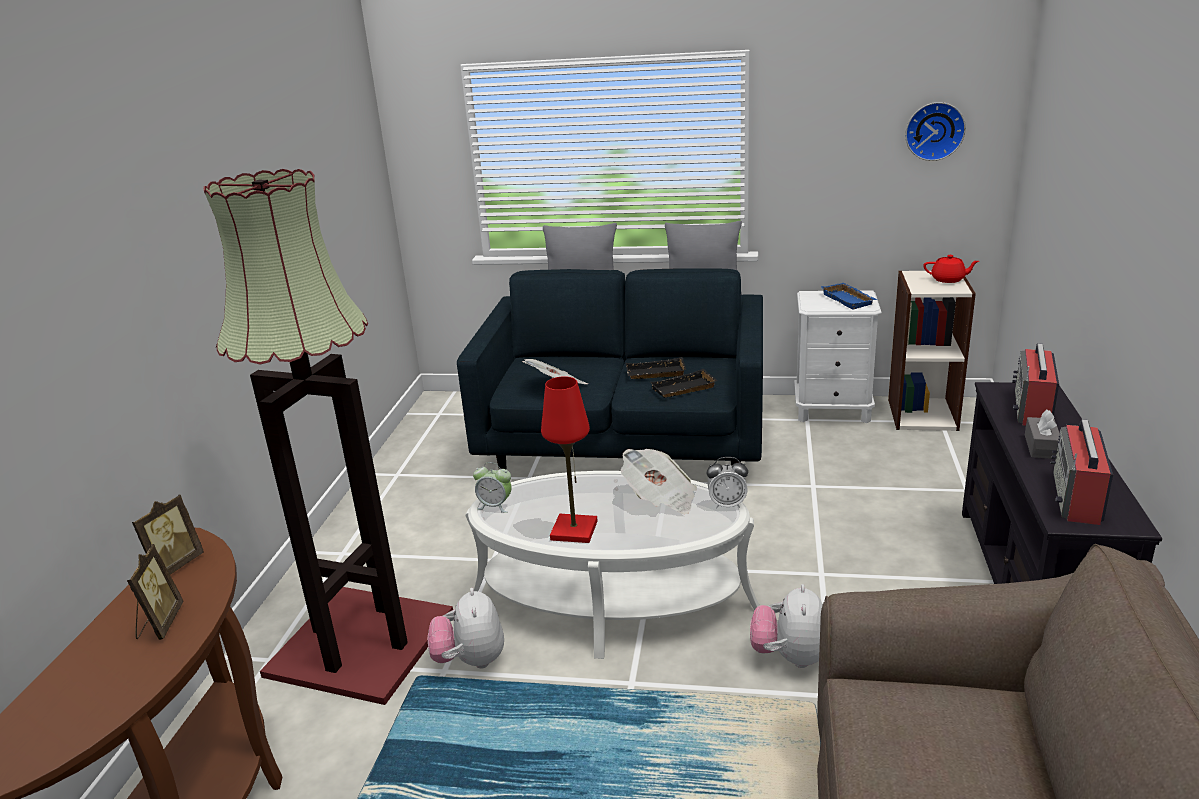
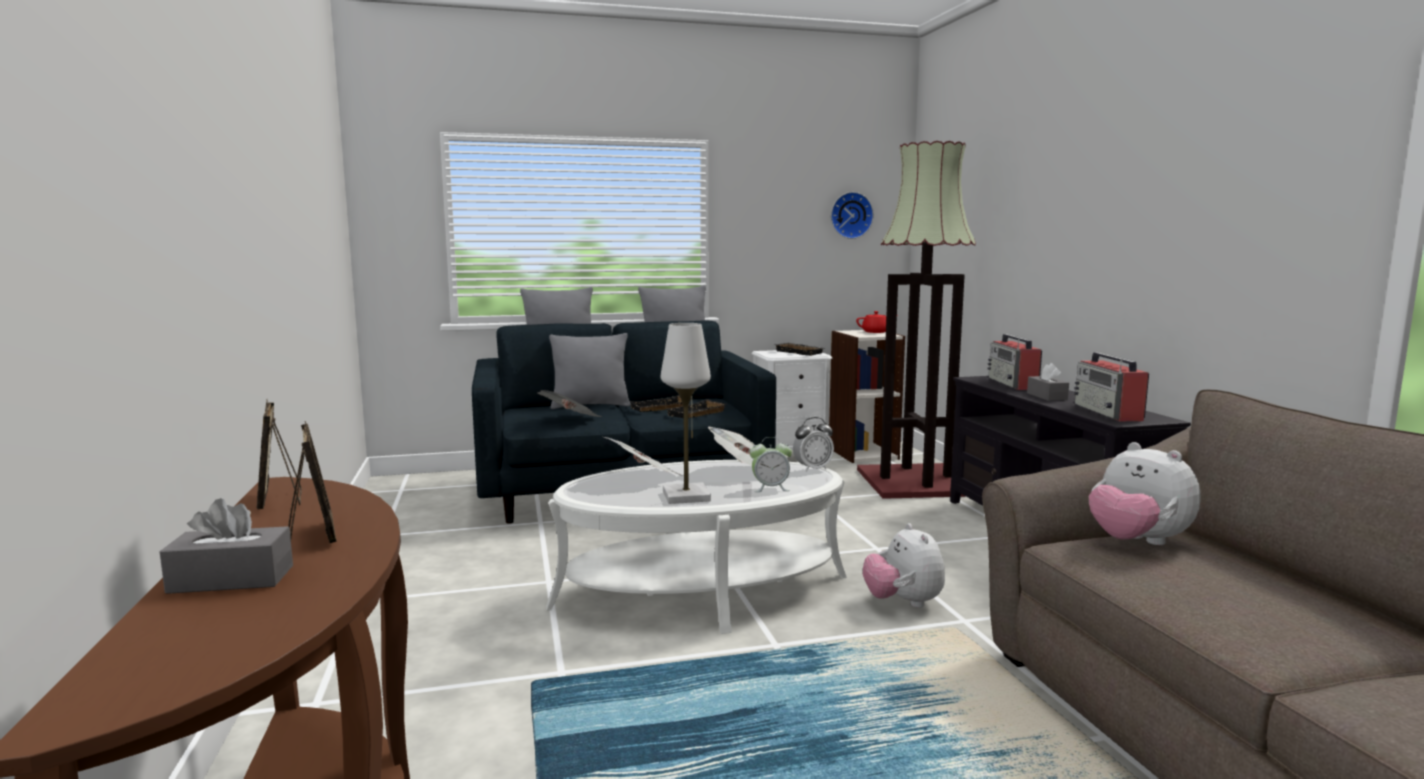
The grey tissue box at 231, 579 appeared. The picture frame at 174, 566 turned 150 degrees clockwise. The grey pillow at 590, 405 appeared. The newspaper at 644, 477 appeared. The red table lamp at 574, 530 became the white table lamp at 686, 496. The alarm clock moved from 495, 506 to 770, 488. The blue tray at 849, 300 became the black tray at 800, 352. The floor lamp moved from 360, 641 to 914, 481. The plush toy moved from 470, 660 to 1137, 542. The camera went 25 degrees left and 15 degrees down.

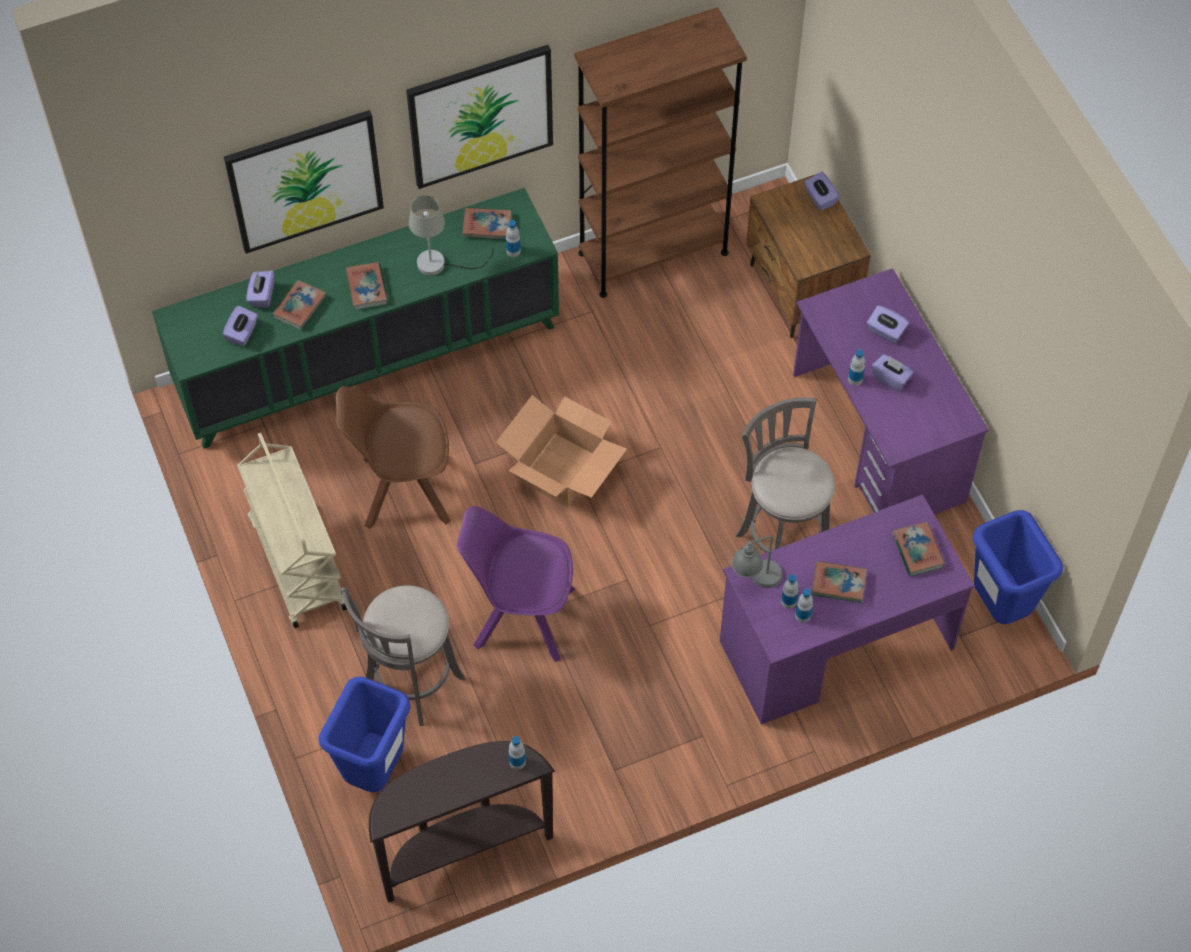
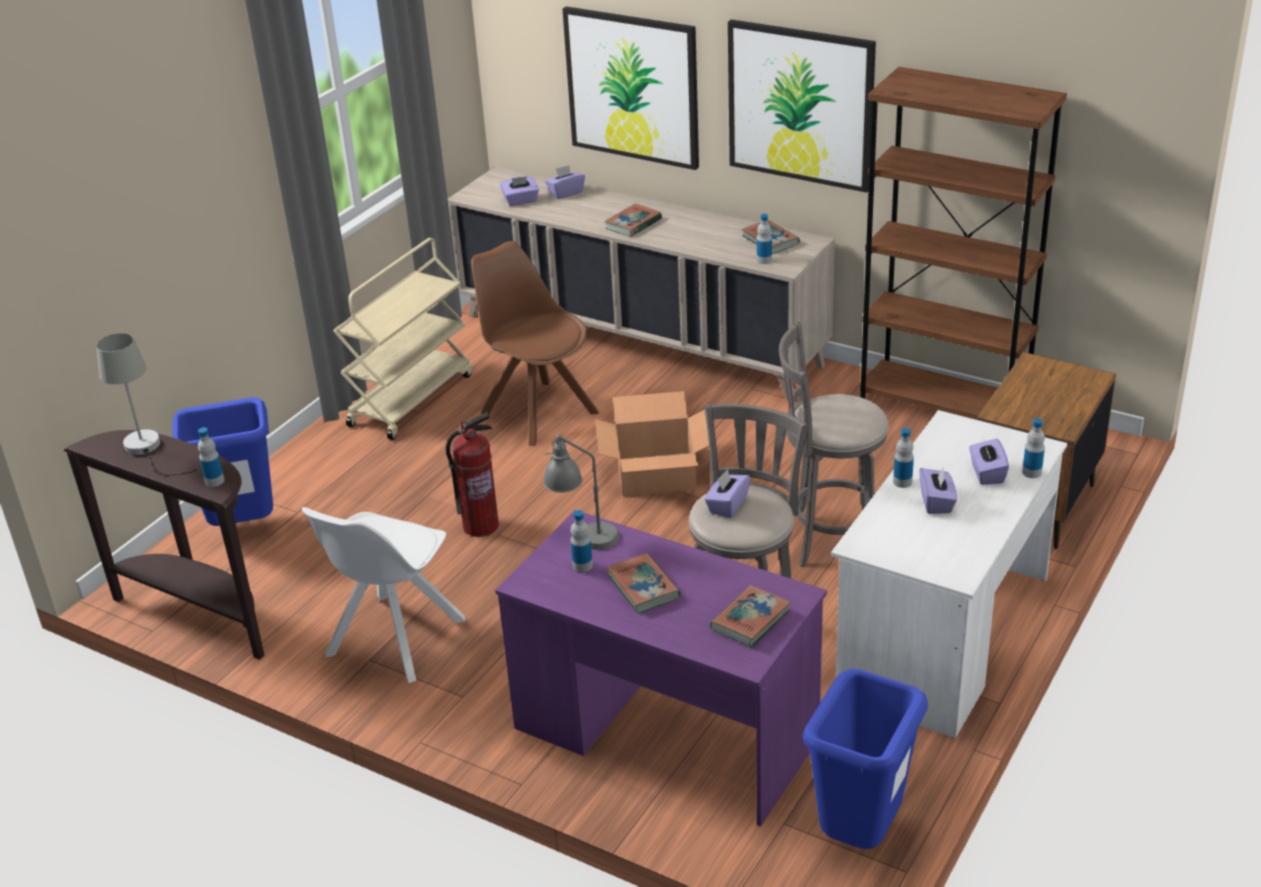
The grey table lamp moved from 440, 264 to 147, 450. The white chair at 393, 640 appeared. The purple chair at 521, 616 was replaced by the fire extinguisher at 481, 526. The green cabinet at 368, 359 became the beige cabinet at 640, 339. The purple tissue box moved from 819, 198 to 727, 505. The grey stool moved from 410, 684 to 829, 538. The purple desk at 878, 438 became the white desk at 943, 636. The bottle moved from 803, 616 to 1031, 472. The book at 299, 307 disappeared. The camera went 55 degrees right and 25 degrees down.

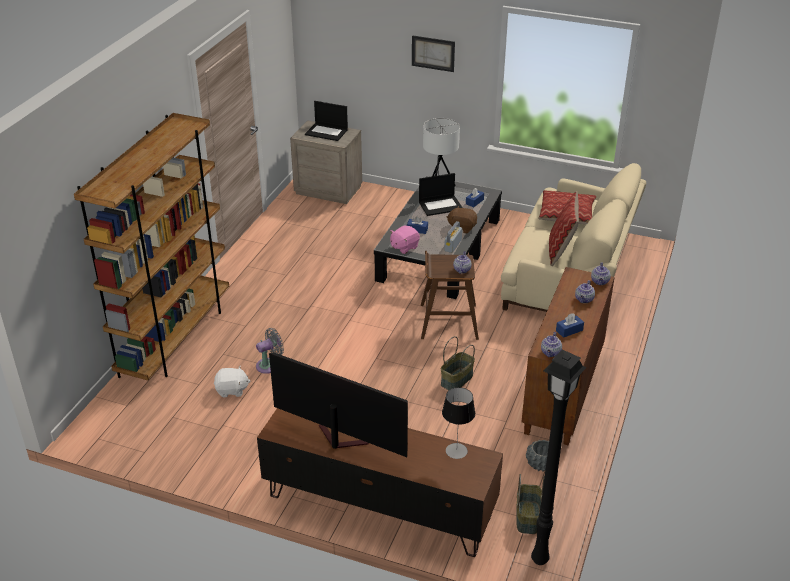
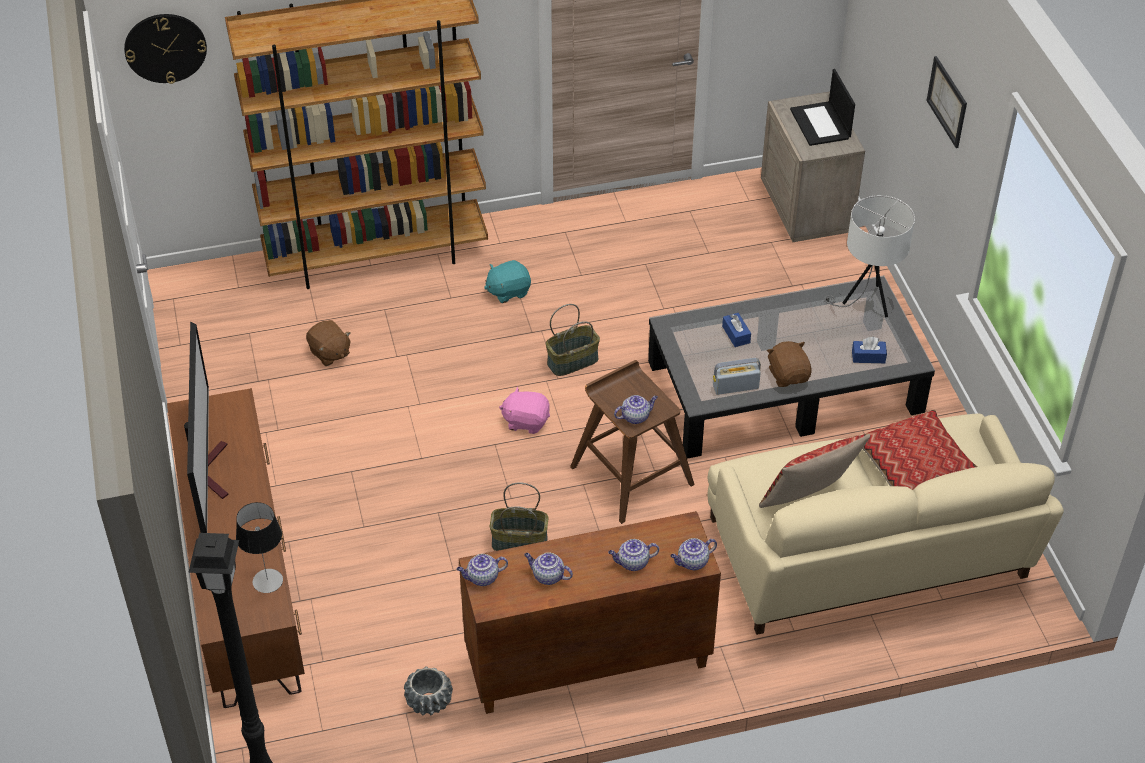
The wall clock at 165, 47 appeared. The white plush toy at 232, 390 became the brown plush toy at 329, 353. The turquoise plush toy at 508, 291 appeared. The pink plush toy moved from 404, 247 to 526, 421. The blue tissue box at 569, 330 was replaced by the teapot at 547, 576. The basket moved from 527, 517 to 572, 361. The grey fan at 269, 365 disappeared. The laptop at 441, 205 disappeared. The camera went 55 degrees right and 10 degrees up.

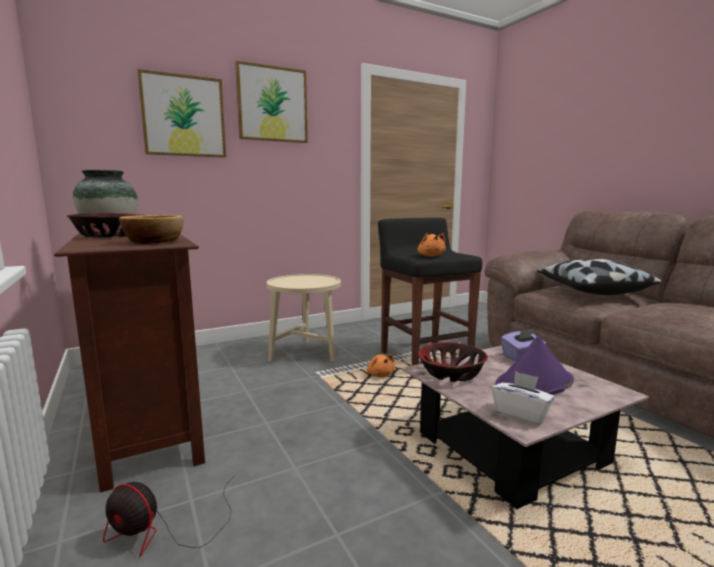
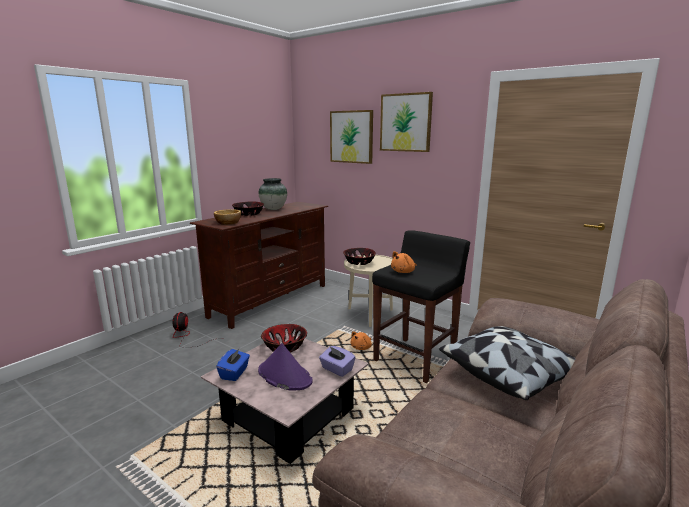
The white tissue box at 521, 414 became the blue tissue box at 234, 373. The bowl at 359, 262 appeared. The camera went 65 degrees right and 5 degrees up.

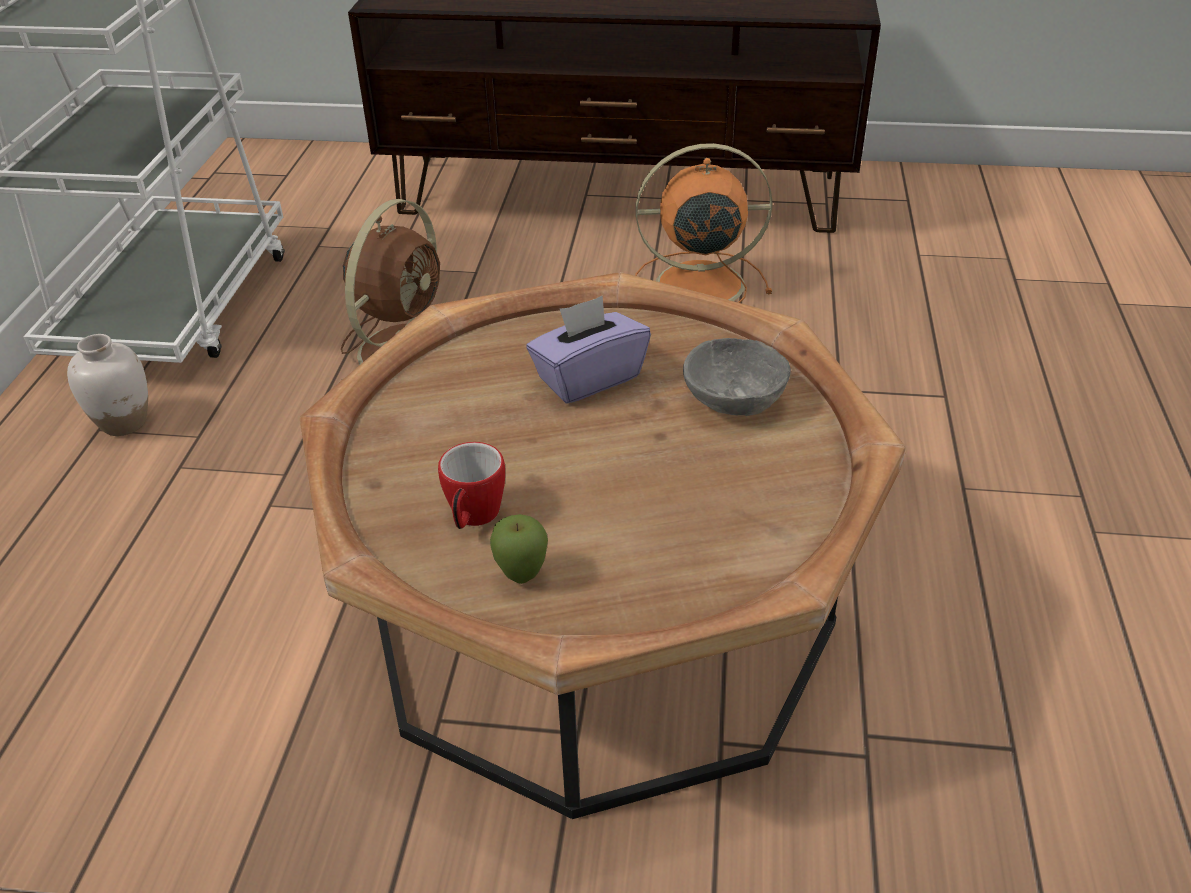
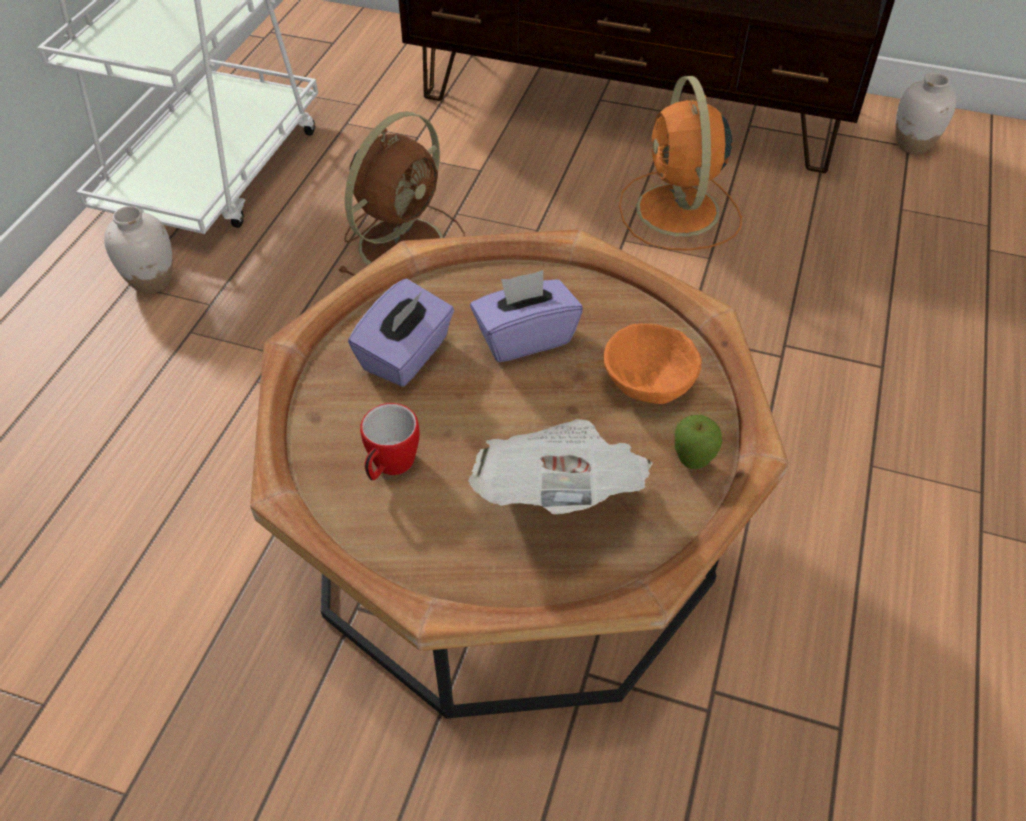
The purple tissue box at 406, 355 appeared. The newspaper at 558, 491 appeared. The grey bowl at 734, 401 became the orange bowl at 648, 383. The orange fan at 695, 285 turned 105 degrees counterclockwise. The apple moved from 522, 576 to 692, 462. The white vase at 913, 145 appeared. The camera went 10 degrees right and 10 degrees up.

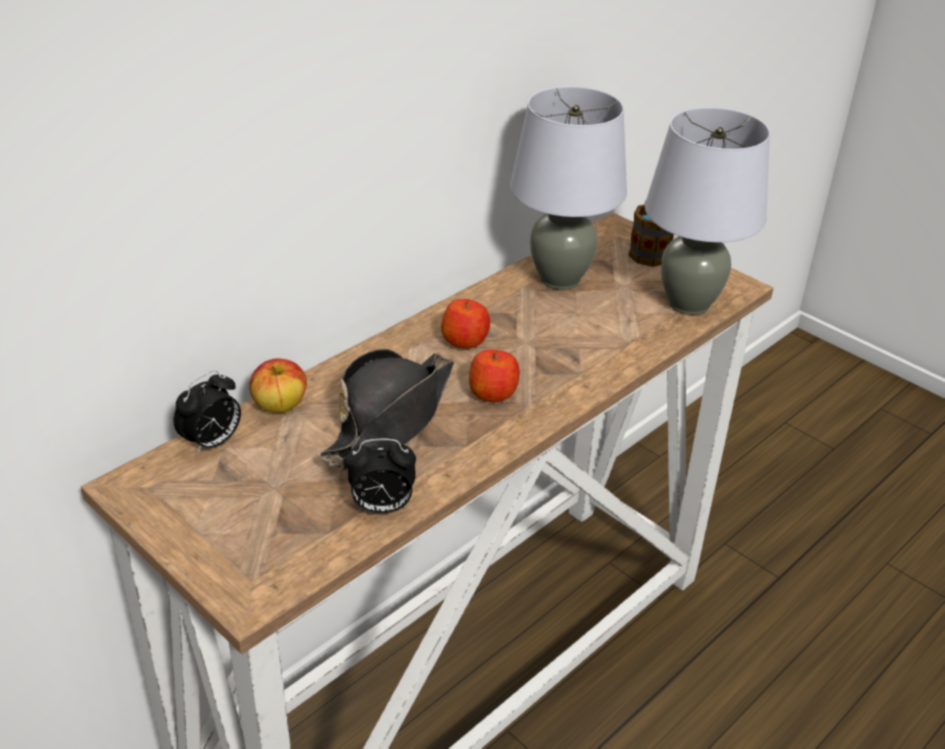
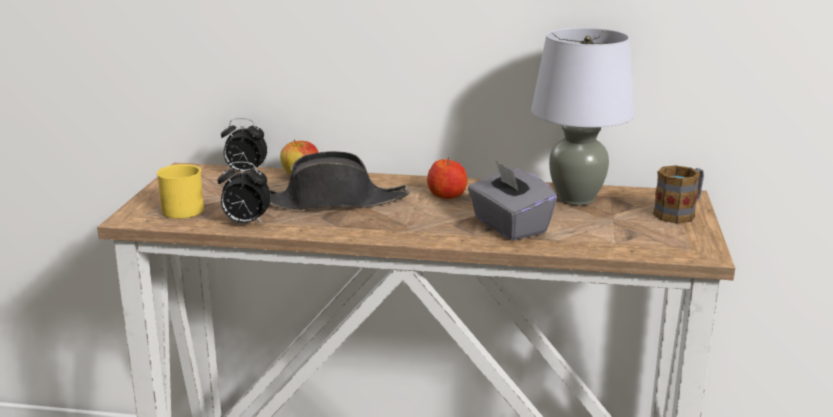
The yellow mug at 178, 209 appeared. The alarm clock at 381, 507 turned 45 degrees counterclockwise. The grey tissue box at 509, 226 appeared. The apple at 493, 393 disappeared. The grey table lamp at 688, 304 disappeared. The camera went 55 degrees right and 15 degrees down.

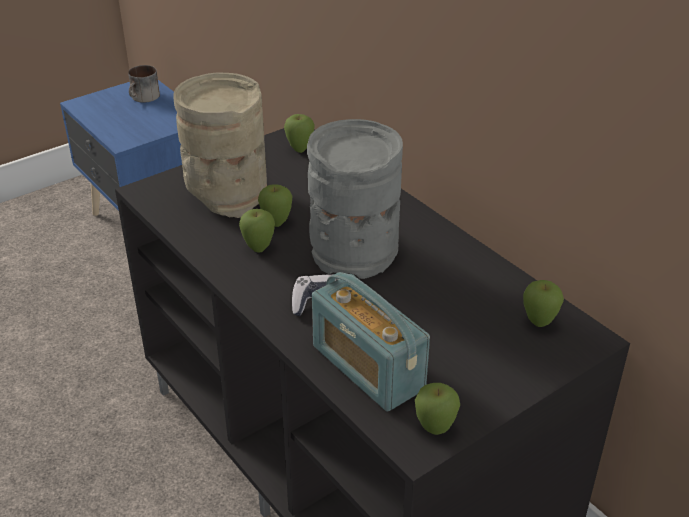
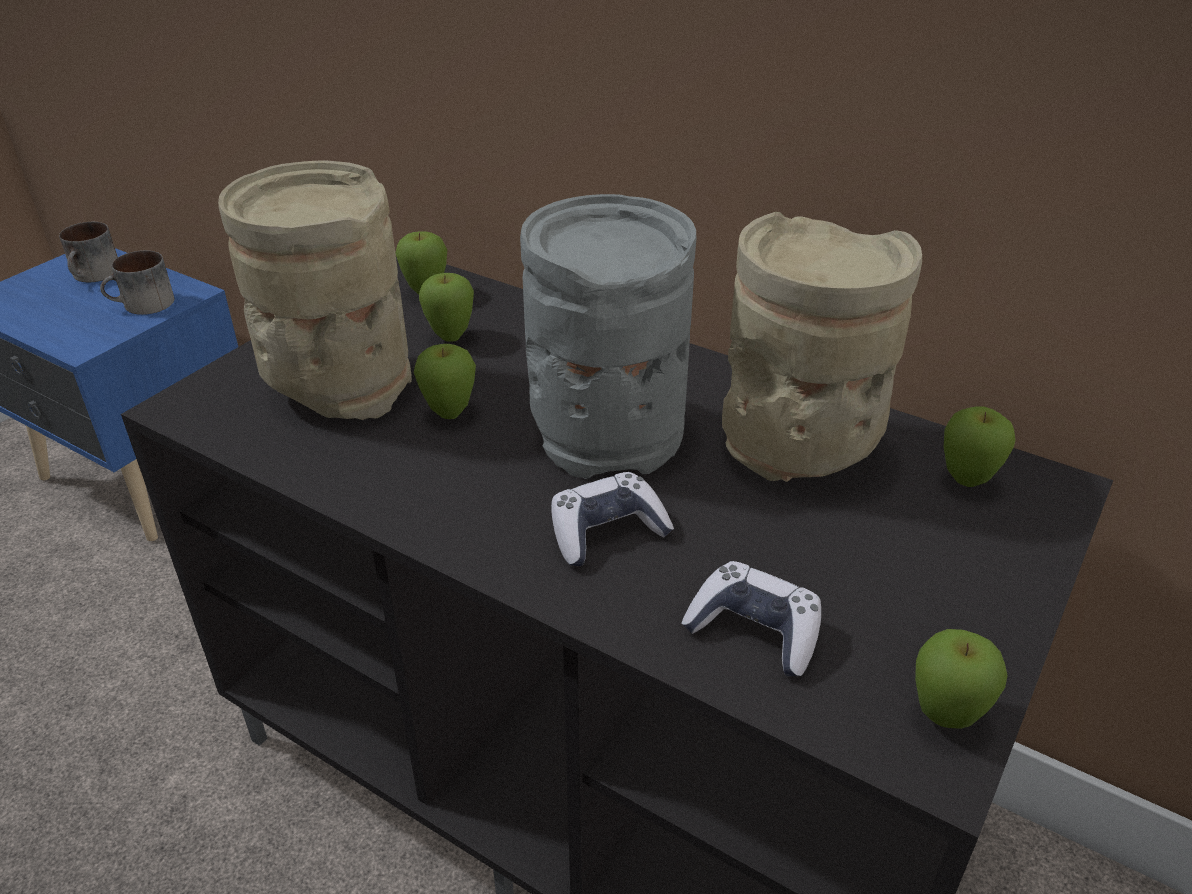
The mug at 143, 305 appeared. The apple moved from 258, 249 to 450, 337. The radio at 367, 367 was replaced by the game controller at 754, 631. The beige vase at 796, 451 appeared. The camera went 20 degrees left and 0 degrees up.

